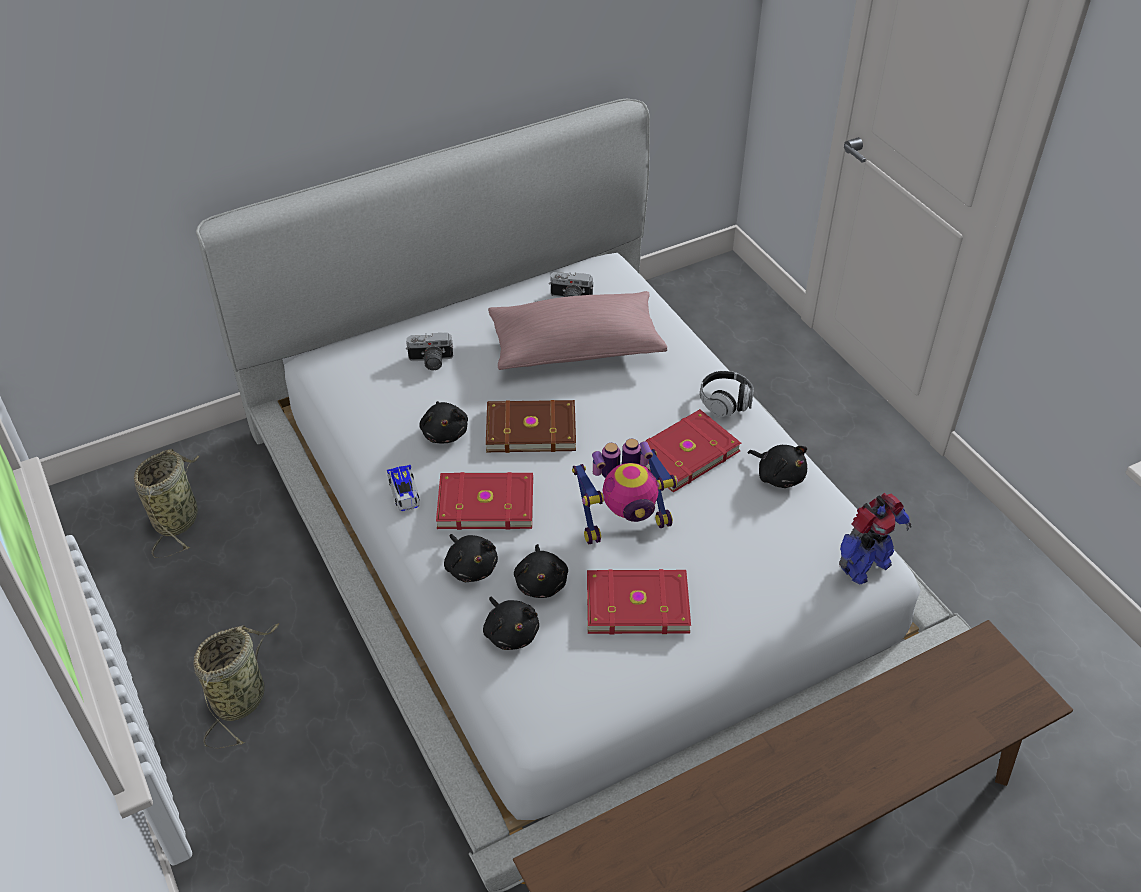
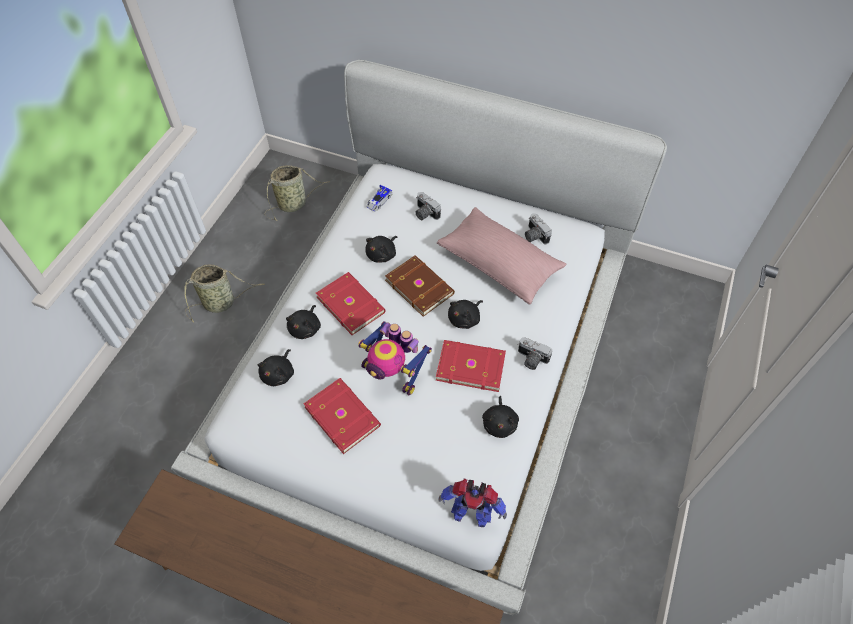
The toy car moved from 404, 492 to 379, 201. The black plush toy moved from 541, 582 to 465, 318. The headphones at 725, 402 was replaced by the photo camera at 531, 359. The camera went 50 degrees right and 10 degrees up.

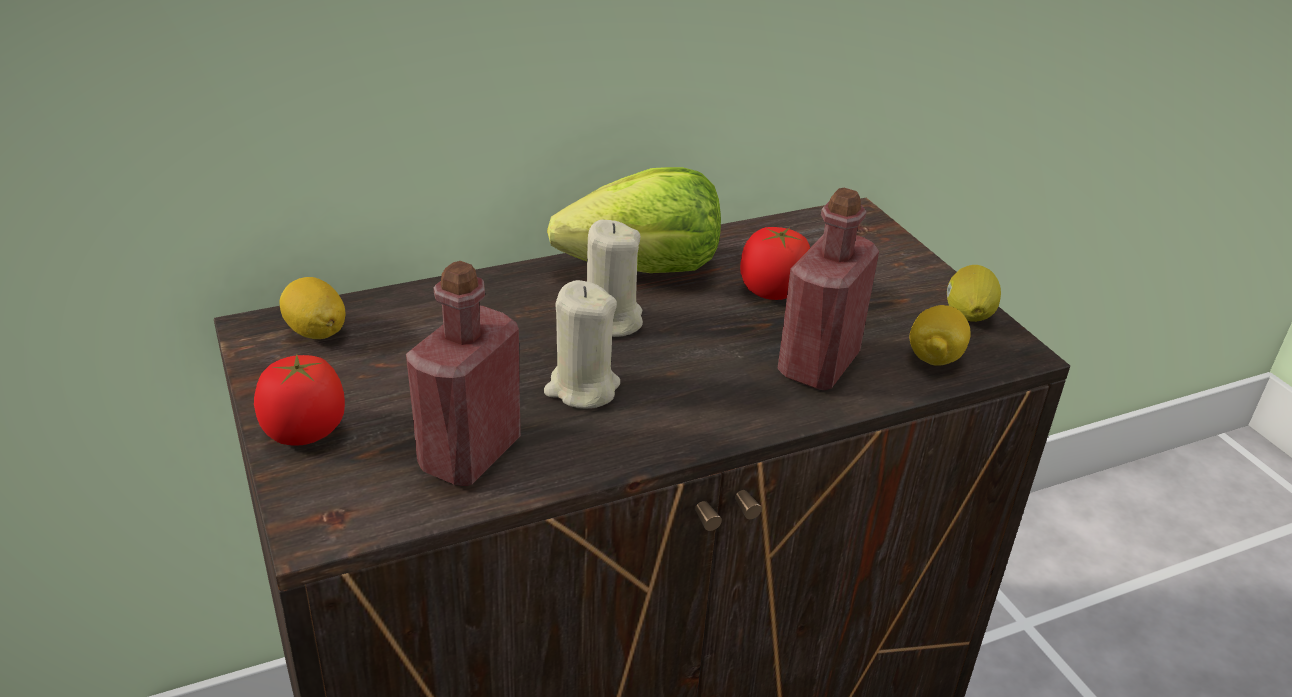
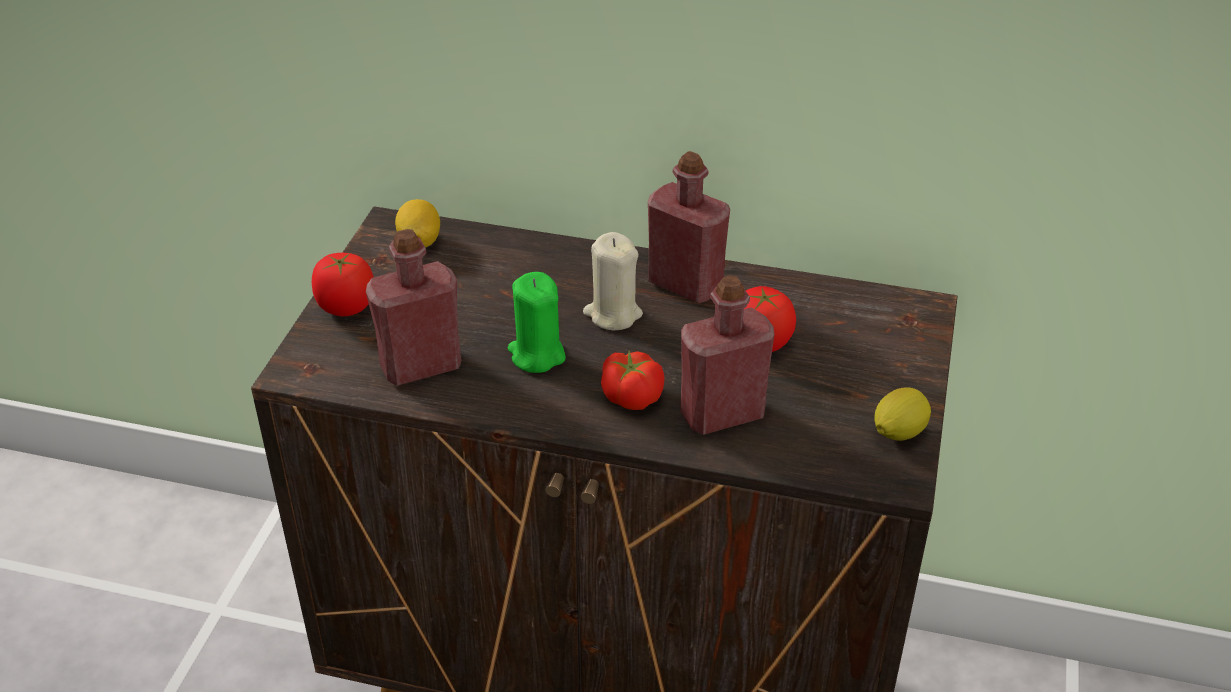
The beige candle at 582, 388 became the green candle at 536, 355. The tomato at 632, 395 appeared. The lettuce at 644, 269 was replaced by the red bottle at 685, 284. The lemon at 934, 358 disappeared. The camera went 40 degrees right and 5 degrees up.

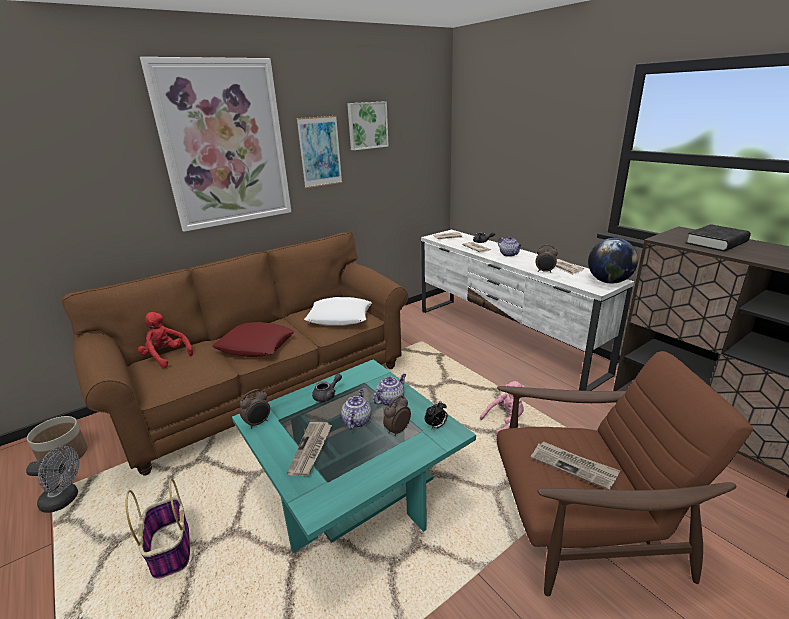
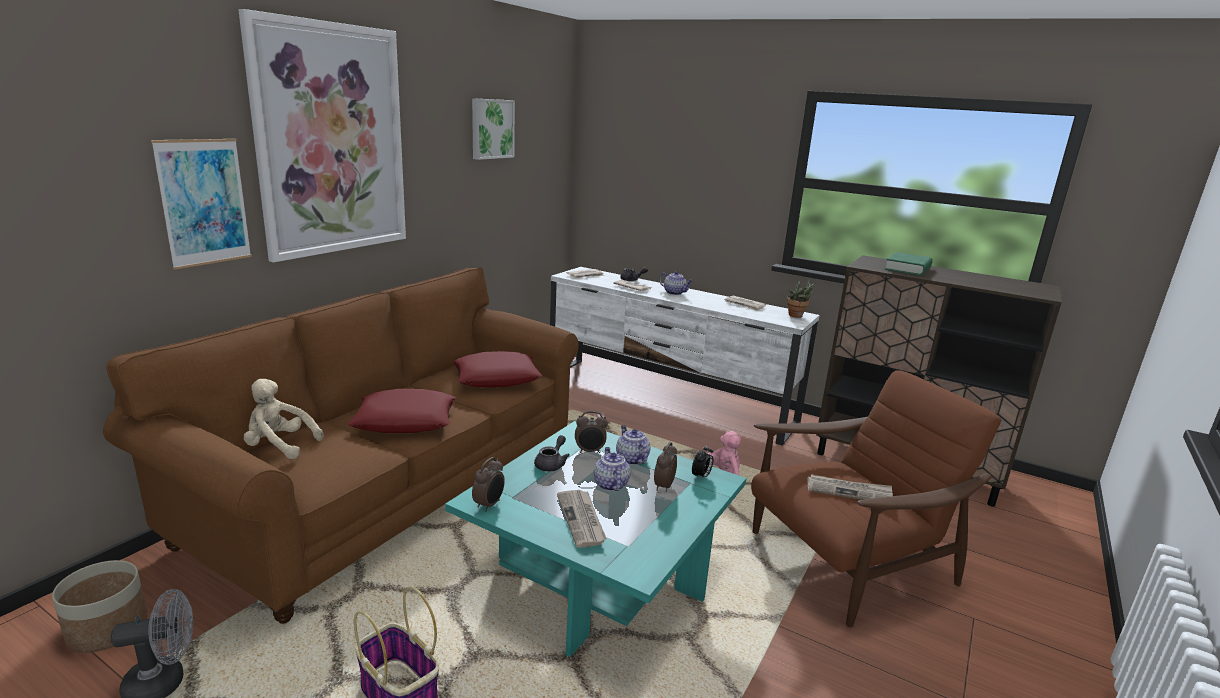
The picture moved from 320, 152 to 204, 202. The red plush toy at 166, 356 became the beige plush toy at 279, 446. The white pillow at 339, 317 became the red pillow at 497, 377. The alarm clock moved from 544, 271 to 590, 451. The teapot at 390, 400 turned 45 degrees counterclockwise. The globe at 608, 281 was replaced by the potted plant at 797, 316. The black book at 716, 243 became the green book at 907, 269. The camera went 25 degrees left and 5 degrees down.

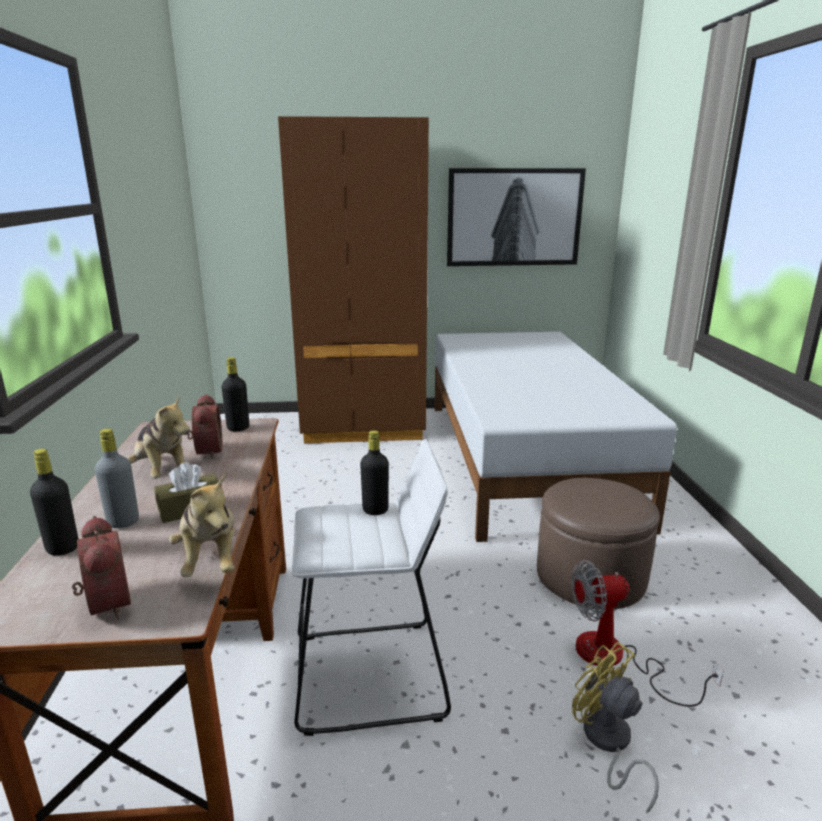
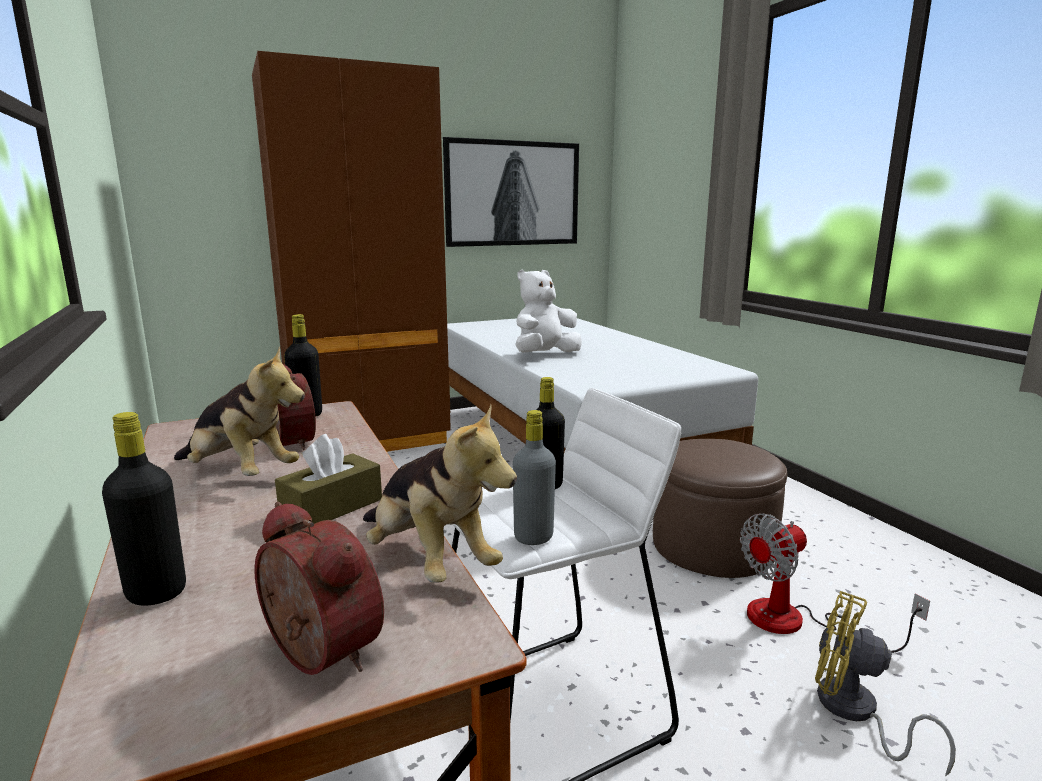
The grey bottle moved from 123, 522 to 533, 537. The white plush toy at 545, 355 appeared. The camera went 20 degrees left and 5 degrees down.

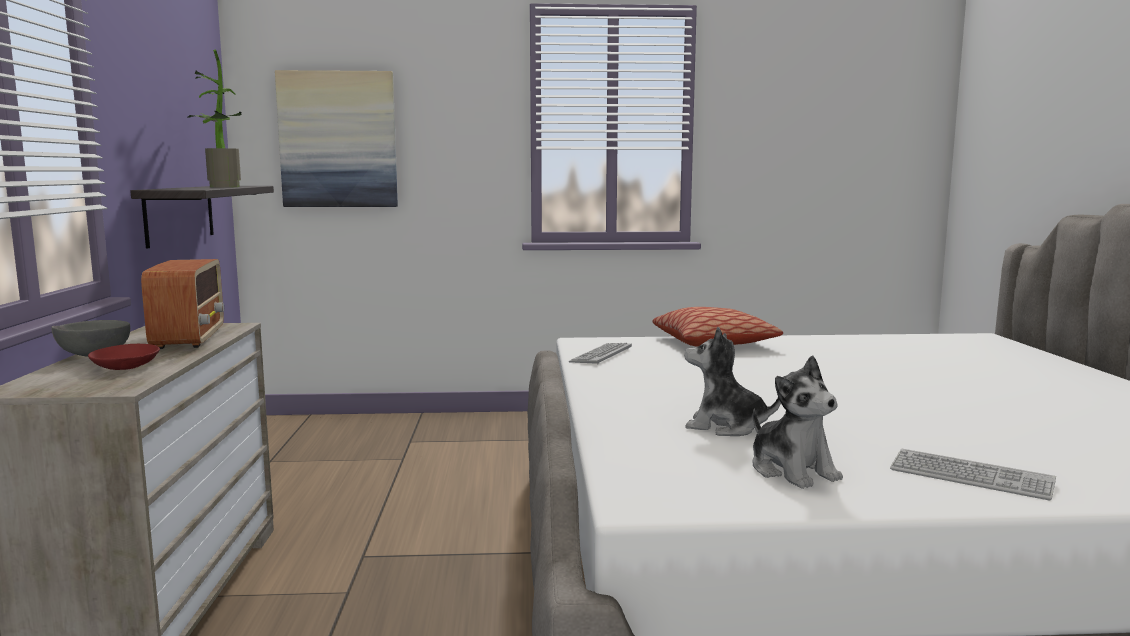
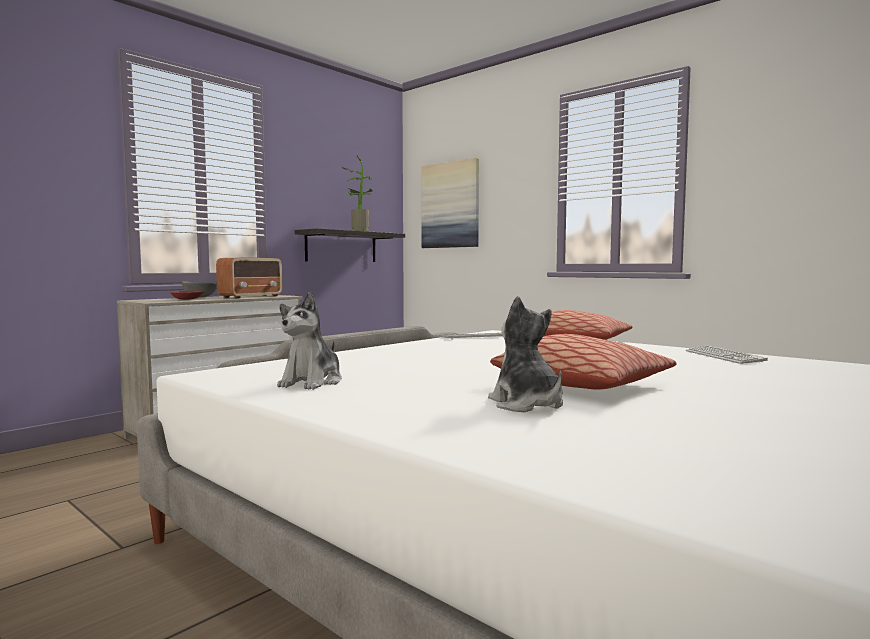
The plush toy moved from 725, 427 to 526, 405. The pillow at 583, 385 appeared. The keyboard moved from 970, 476 to 724, 356. The camera went 45 degrees right and 5 degrees down.

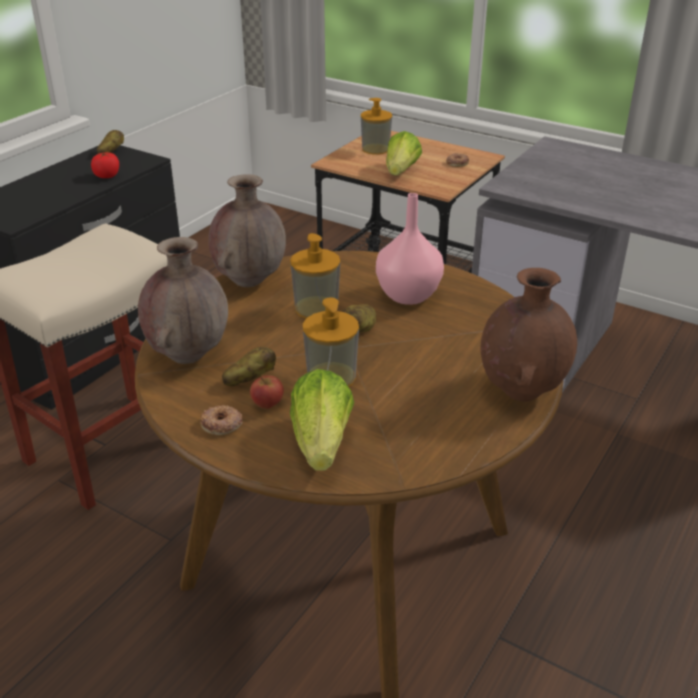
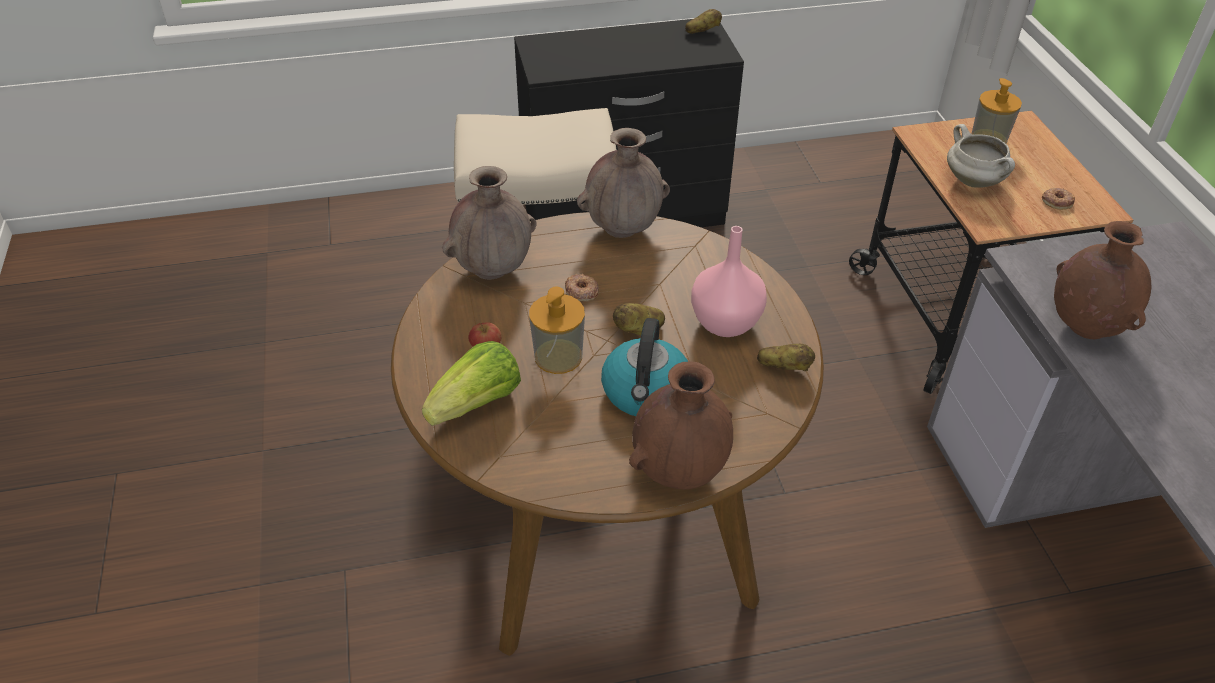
The donut moved from 221, 424 to 581, 291. The kettle at 646, 393 appeared. The potato moved from 250, 379 to 784, 367. The lettuce at 401, 171 was replaced by the white cooking pot at 975, 181. The brown vase at 1084, 327 appeared. The tomato at 107, 176 disappeared. The soap dispenser at 316, 308 disappeared. The camera went 45 degrees right and 10 degrees up.

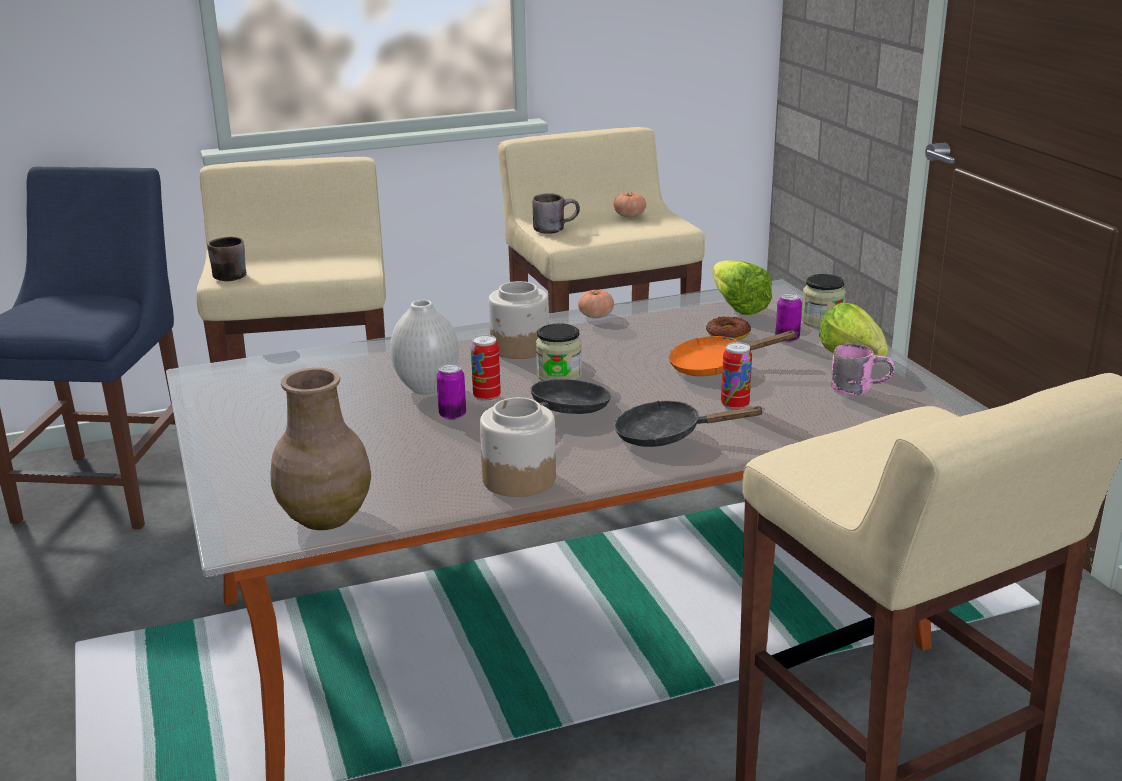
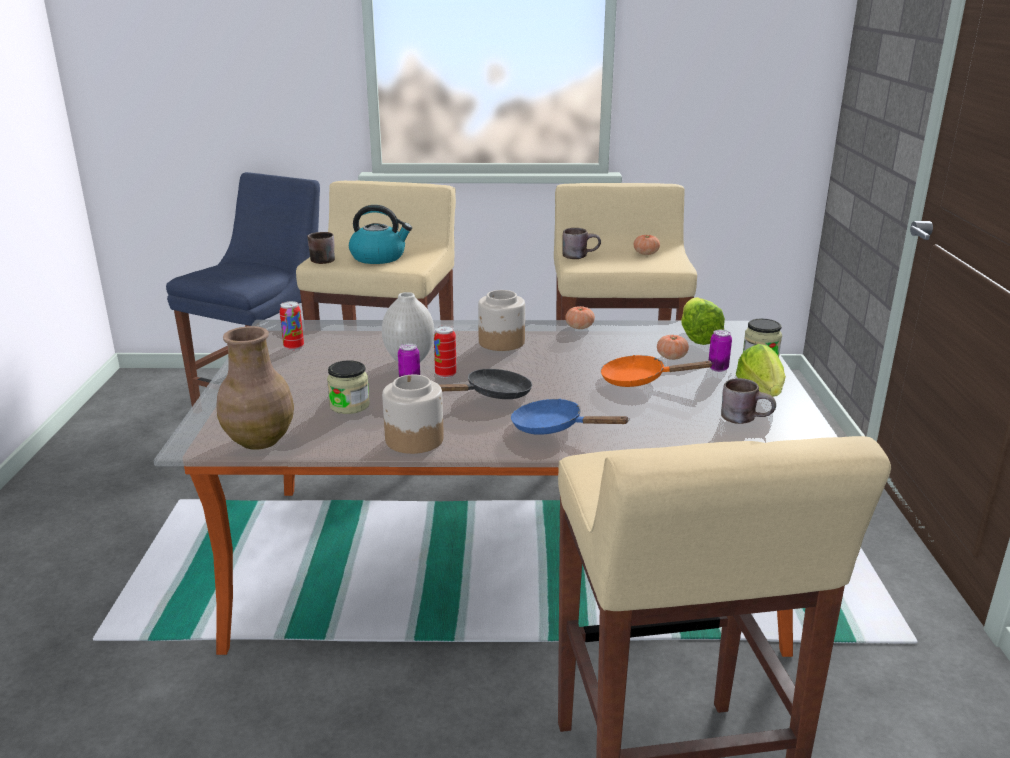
The can moved from 735, 406 to 294, 347. The jar moved from 559, 375 to 349, 405. The kettle at 379, 257 appeared. The black frying pan at 667, 436 became the blue frying pan at 554, 428. The donut at 728, 334 was replaced by the tomato at 671, 357. The pink mug at 858, 388 became the brown mug at 745, 418. The camera went 20 degrees right and 0 degrees up.

